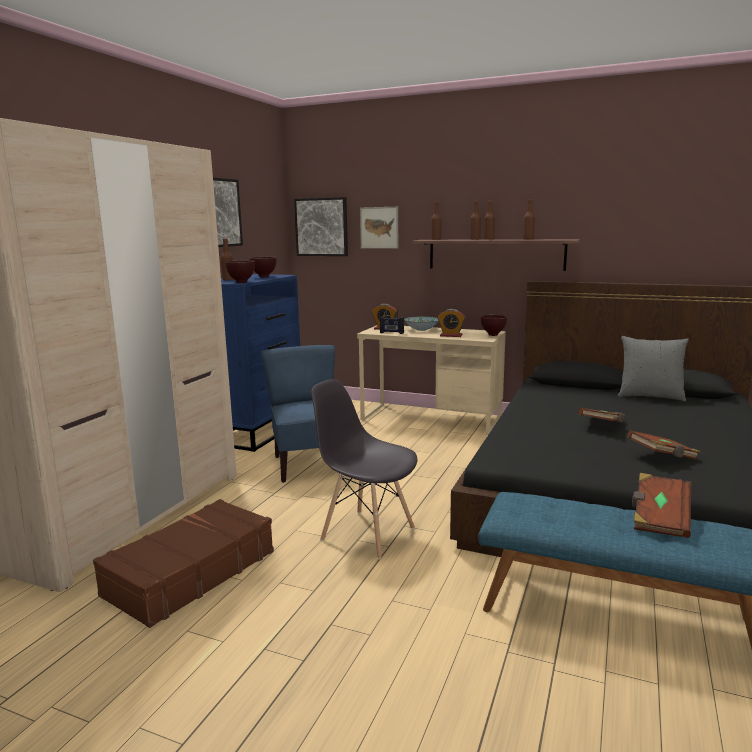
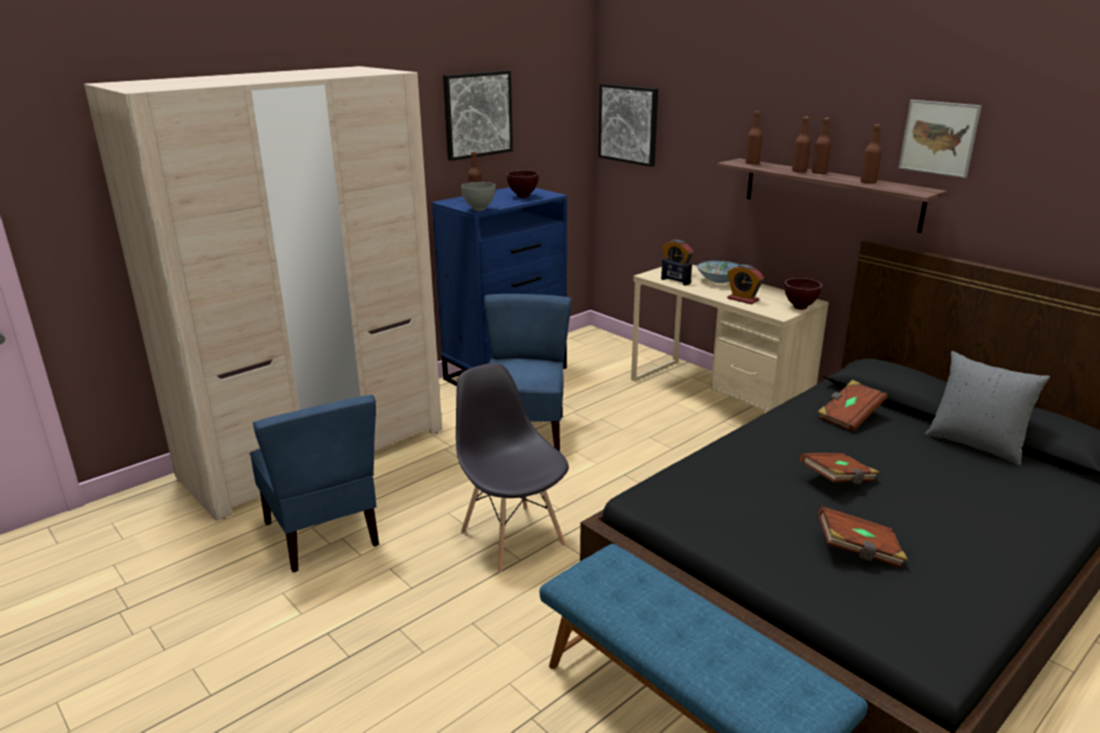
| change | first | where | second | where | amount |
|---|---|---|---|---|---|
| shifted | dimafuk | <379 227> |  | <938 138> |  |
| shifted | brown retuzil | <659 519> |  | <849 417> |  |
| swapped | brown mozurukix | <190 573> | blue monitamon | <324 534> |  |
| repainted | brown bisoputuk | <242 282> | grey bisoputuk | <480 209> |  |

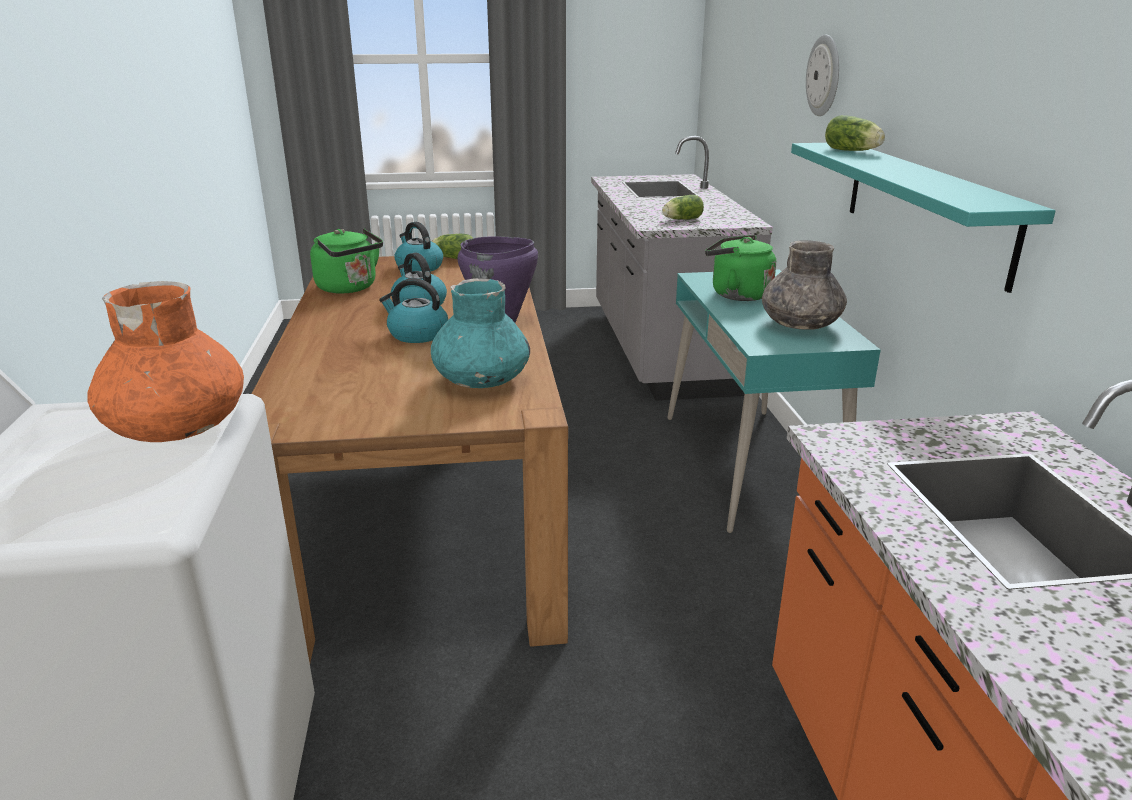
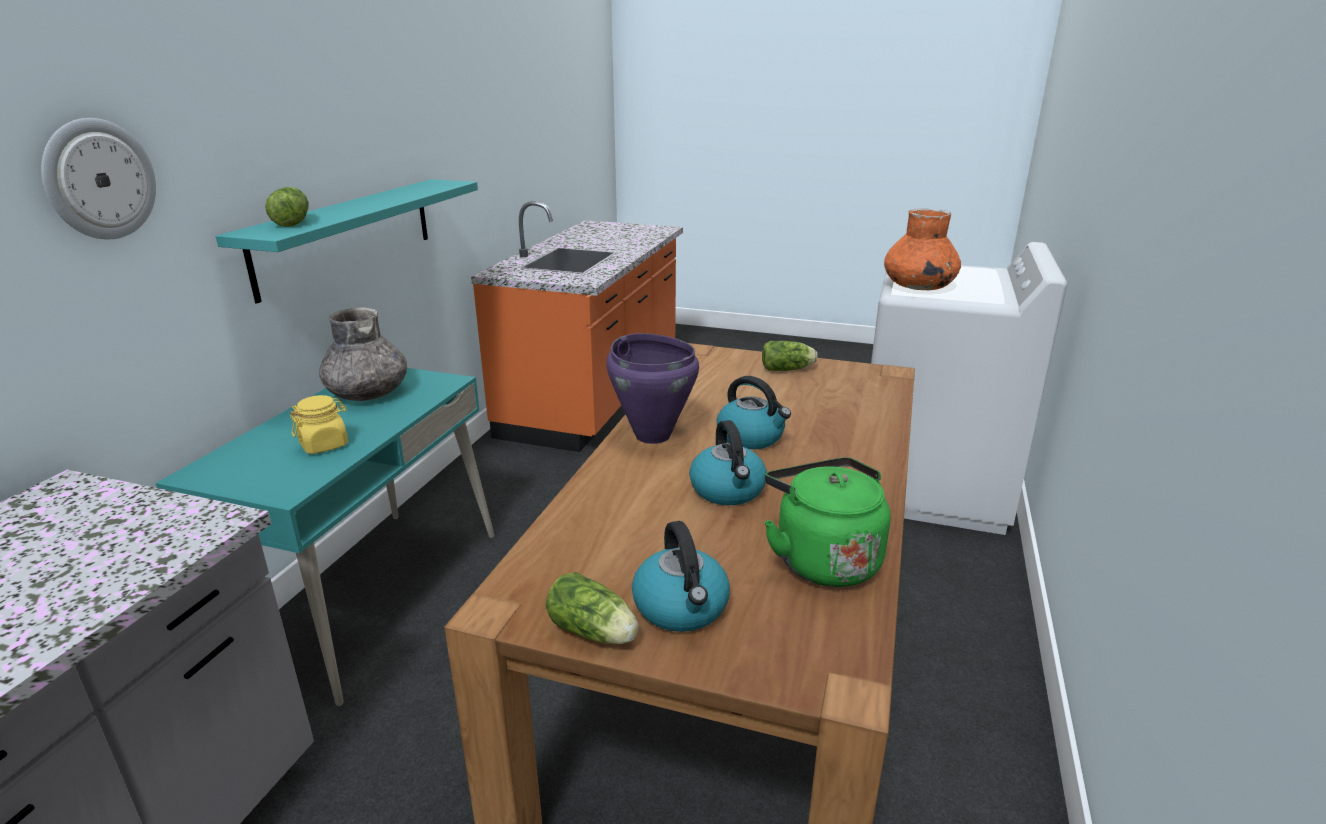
| change | first | where | second | where | amount |
|---|---|---|---|---|---|
| gone | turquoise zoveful | <481 380> |  |  |  |
| shifted | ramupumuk | <681 219> |  | <788 369> |  |
| swapped | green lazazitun | <736 294> | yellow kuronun | <324 445> |  |

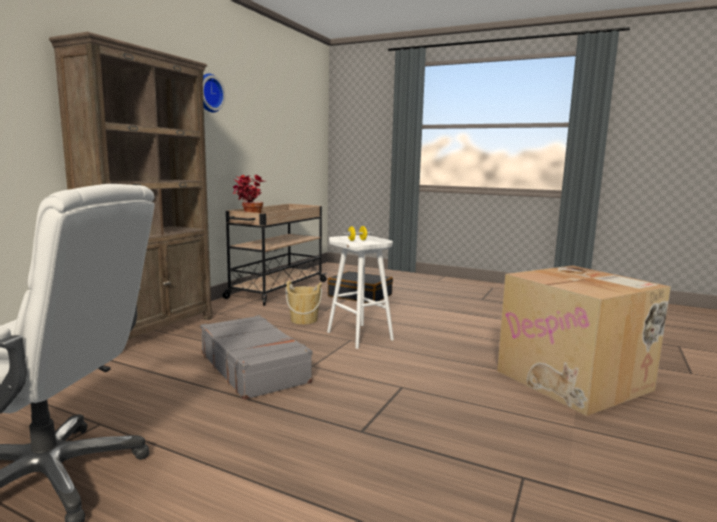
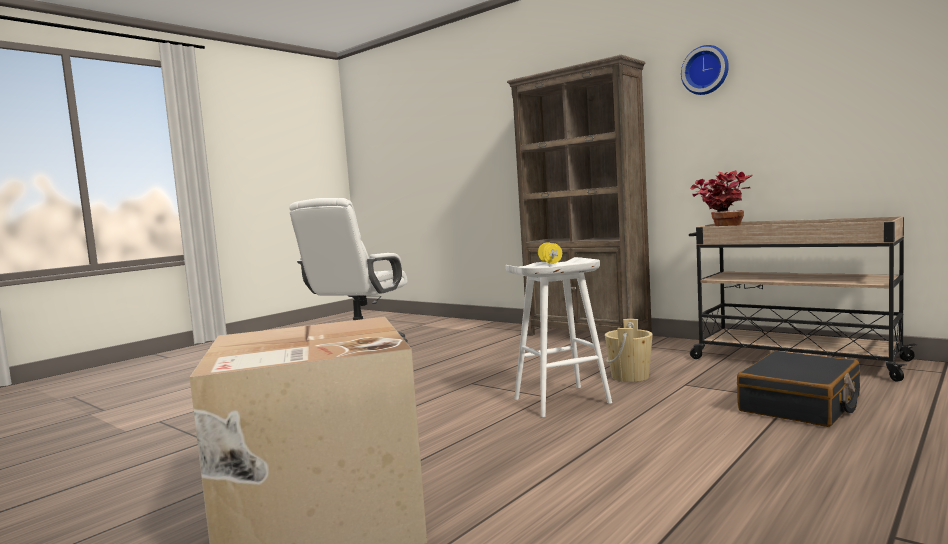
| change | first | where | second | where | amount |
|---|---|---|---|---|---|
| gone | grey mozurukix | <254 367> |  |  |  |

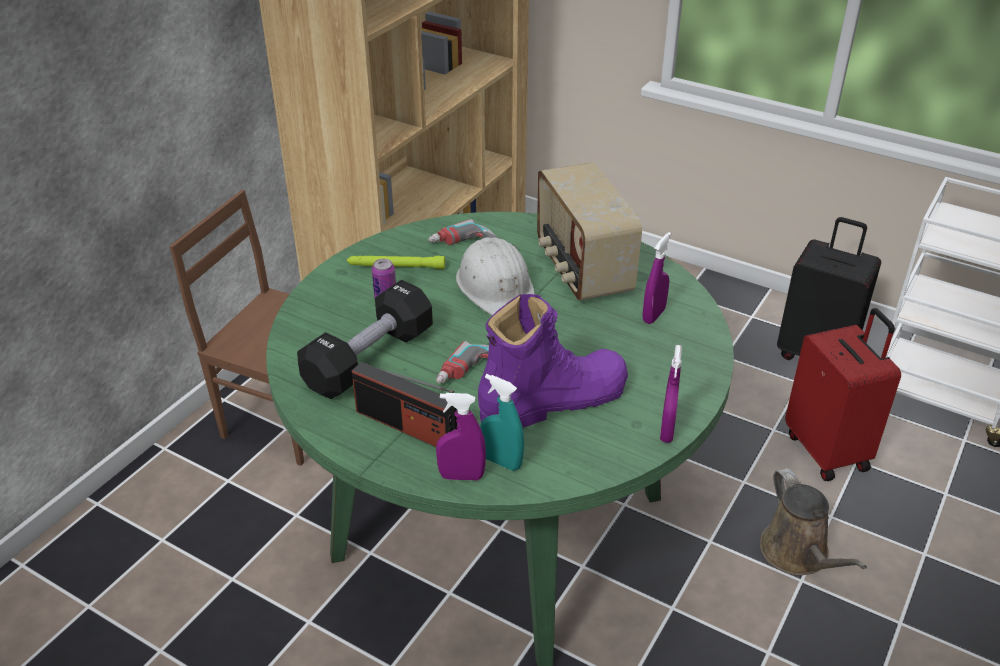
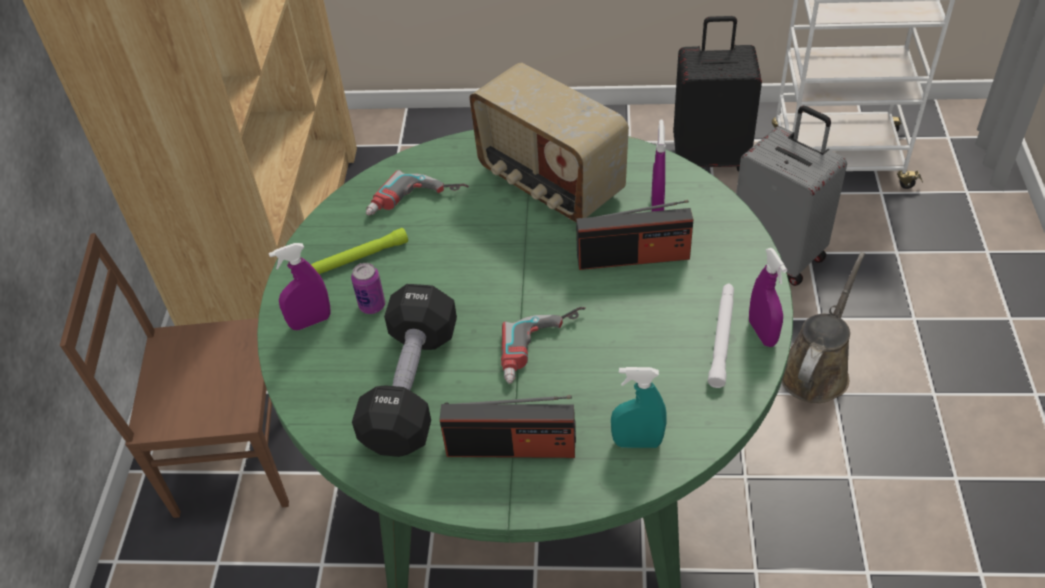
| change | first | where | second | where | amount |
|---|---|---|---|---|---|
| gone | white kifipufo | <496 287> |  |  |  |
| gone | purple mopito | <552 400> |  |  |  |
| new |  |  | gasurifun | <633 257> |  |
| new |  |  | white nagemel | <722 337> |  |
| shifted | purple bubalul | <461 476> |  | <310 321> |  |
| repainted | red mozurukix | <828 451> | grey mozurukix | <779 253> |  |
| rotated | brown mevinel | <798 554> |  | <816 369> | 105 degrees counterclockwise |

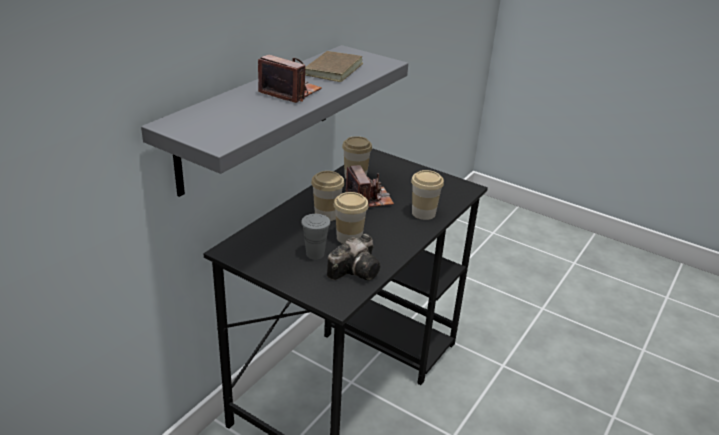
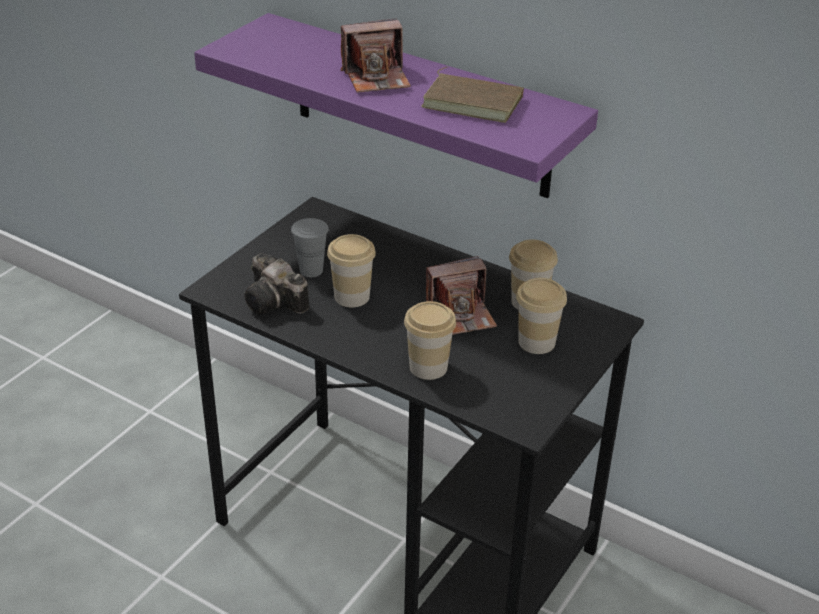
| change | first | where | second | where | amount |
|---|---|---|---|---|---|
| shifted | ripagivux | <326 214> |  | <536 342> |  |
| repainted | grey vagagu | <258 117> | purple vagagu | <420 106> |  |
| rotated | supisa | <290 92> |  | <376 78> | 45 degrees clockwise |

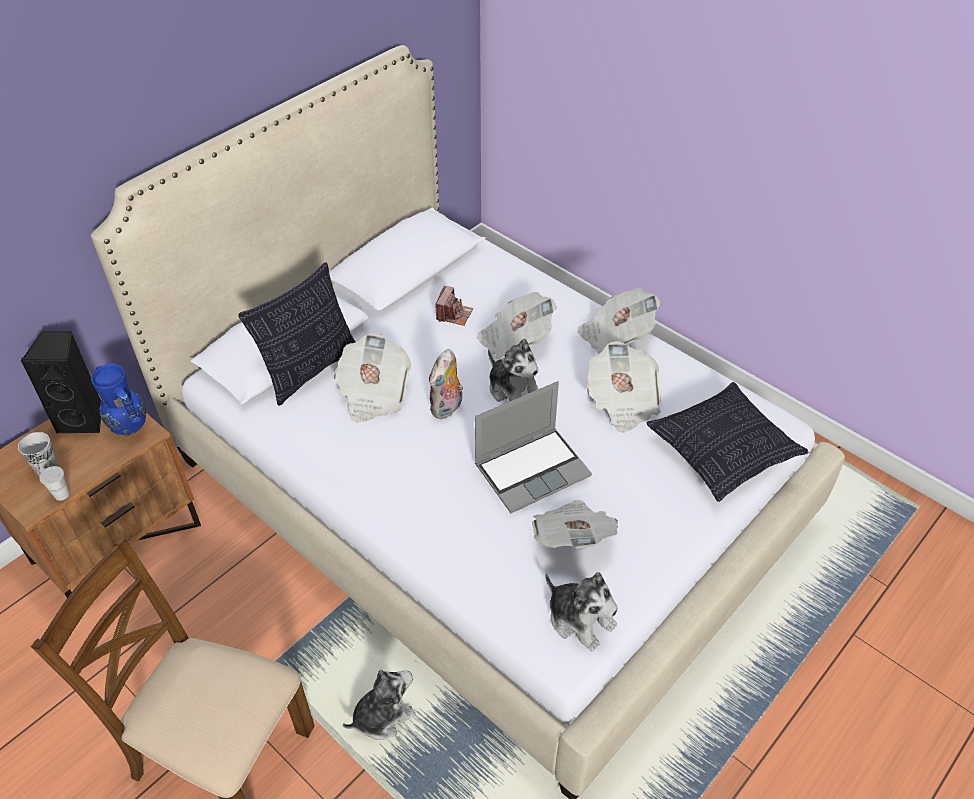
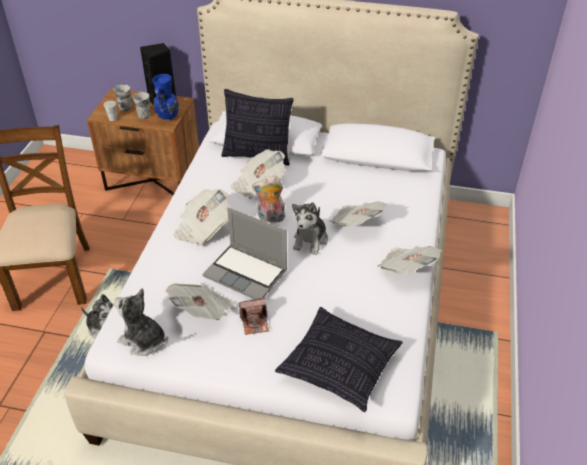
| change | first | where | second | where | amount |
|---|---|---|---|---|---|
| new |  |  | ripagivux | <144 115> |  |
| shifted | supisa | <454 314> |  | <255 323> |  |
| shifted | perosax | <622 402> |  | <202 229> |  |
| rotated | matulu | <580 619> |  | <143 341> | 105 degrees clockwise |

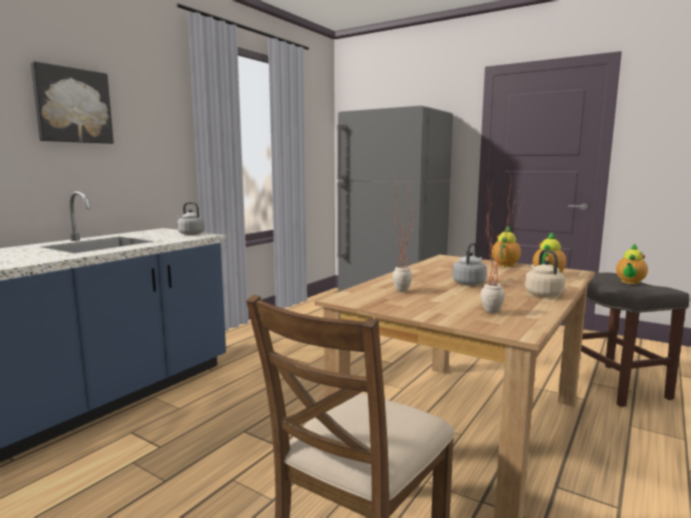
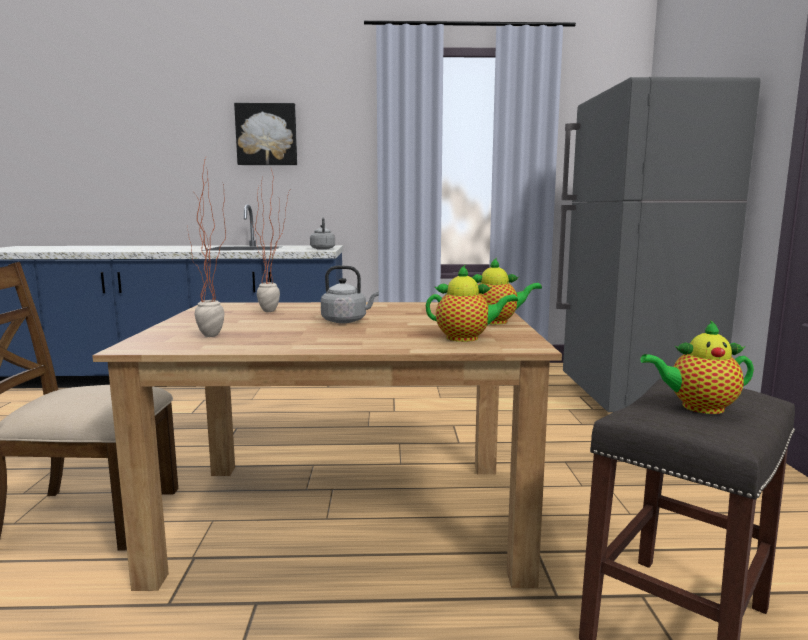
| change | first | where | second | where | amount |
|---|---|---|---|---|---|
| gone | beige lazazitun | <542 294> |  |  |  |

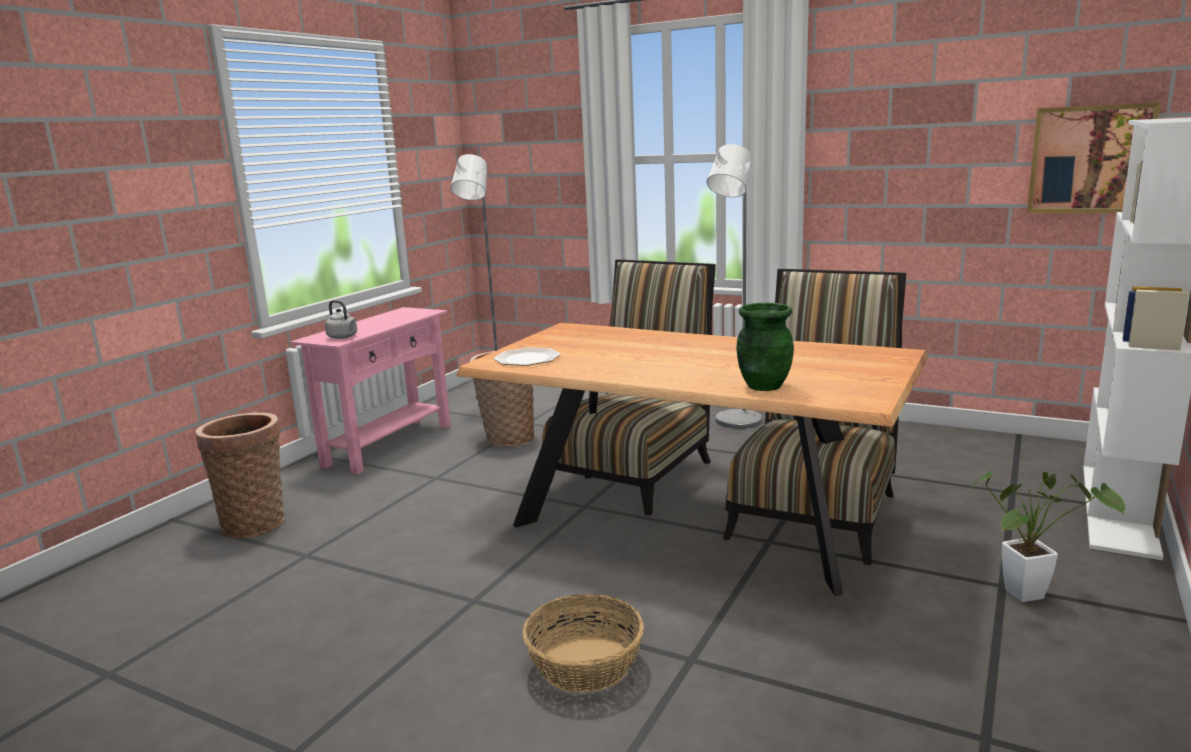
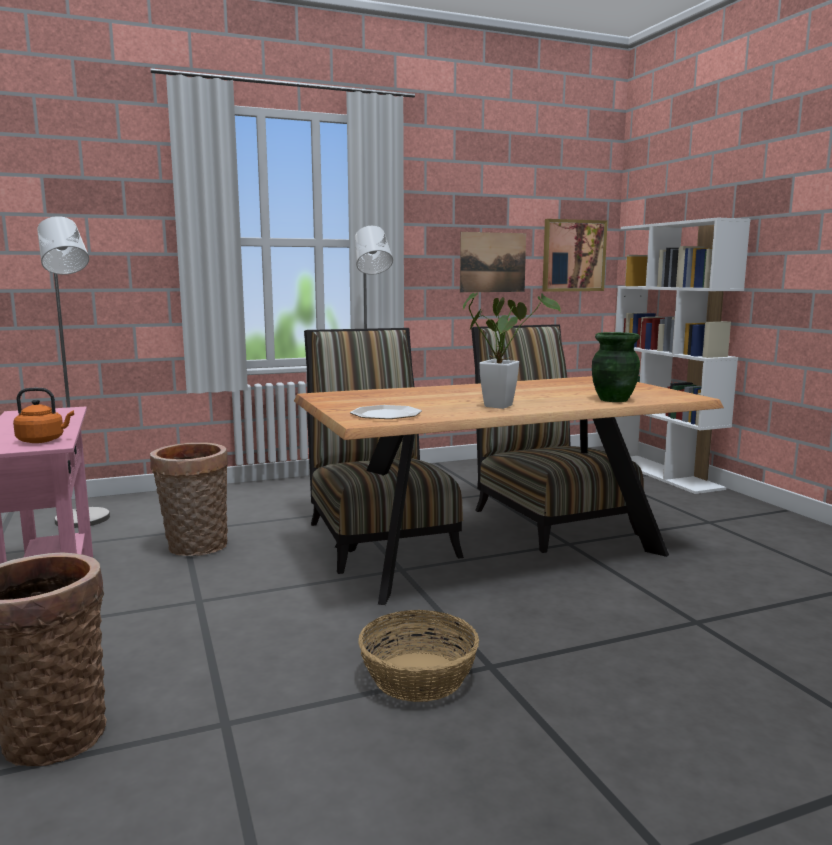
| change | first | where | second | where | amount |
|---|---|---|---|---|---|
| new |  |  | dimafuk | <492 262> |  |
| shifted | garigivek | <584 664> |  | <419 677> |  |
| shifted | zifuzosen | <1032 593> |  | <501 405> |  |
| repainted | grey lazazitun | <343 337> | orange lazazitun | <43 440> |  |

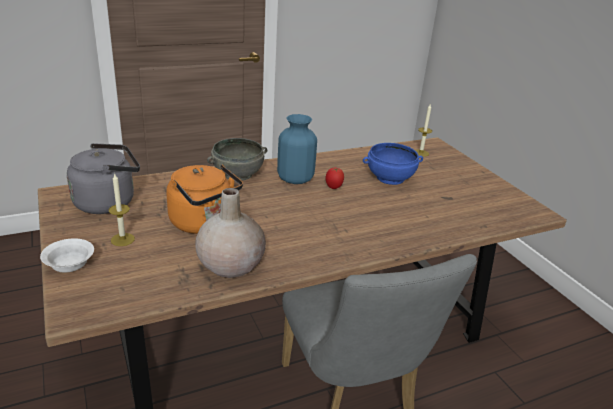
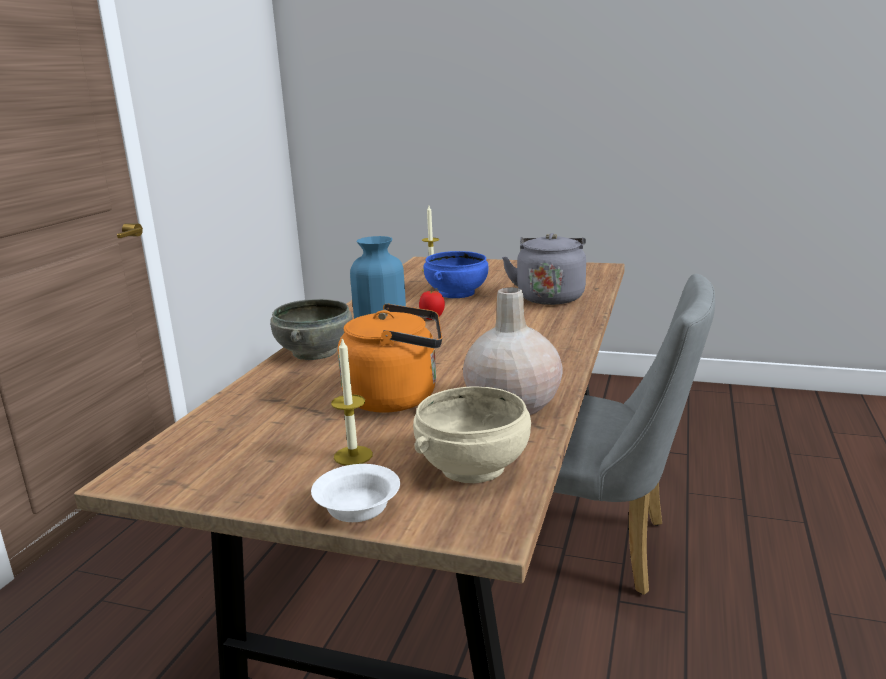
| change | first | where | second | where | amount |
|---|---|---|---|---|---|
| new |  |  | beige bisoputuk | <474 467> |  |
| shifted | grey lazazitun | <108 202> |  | <550 297> |  |

